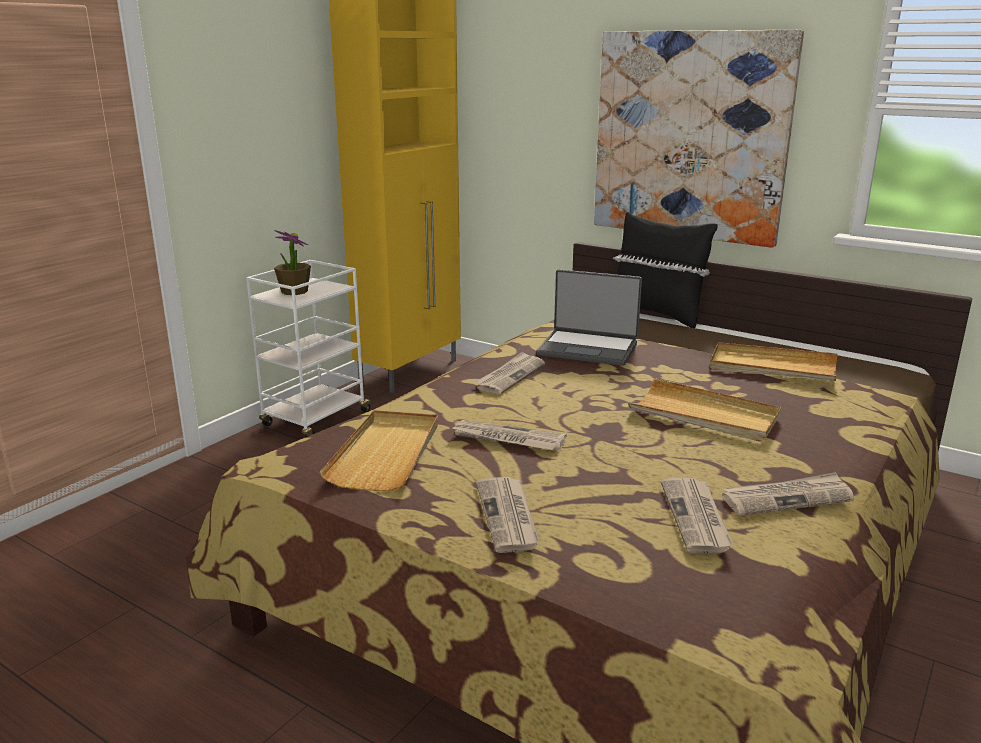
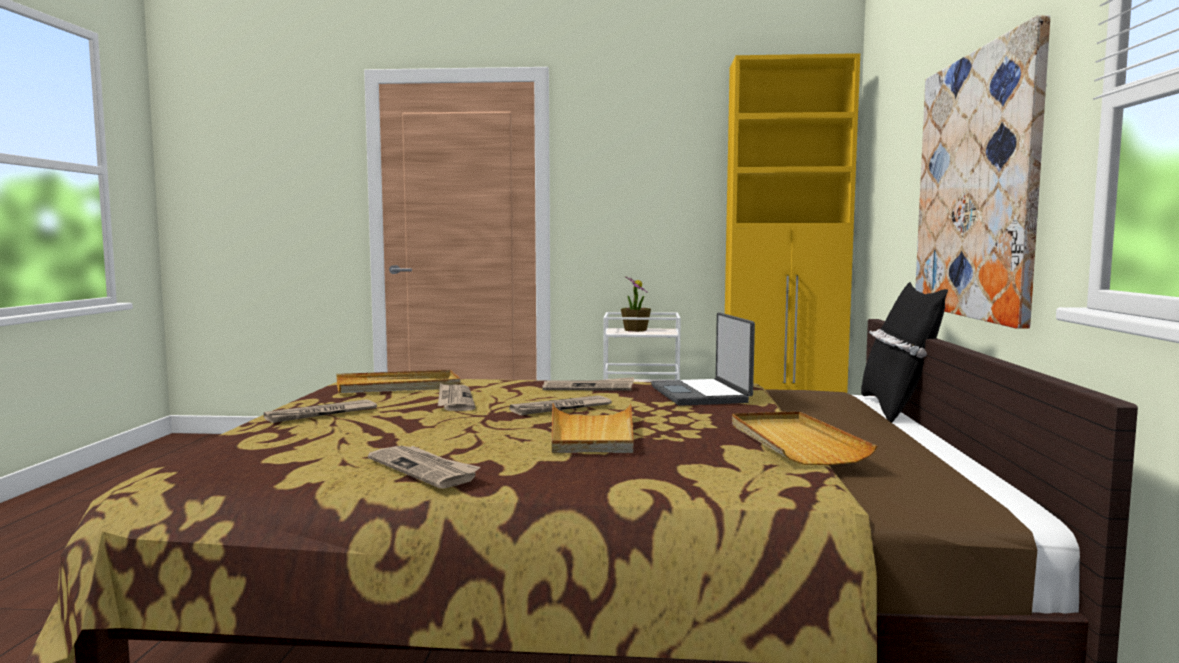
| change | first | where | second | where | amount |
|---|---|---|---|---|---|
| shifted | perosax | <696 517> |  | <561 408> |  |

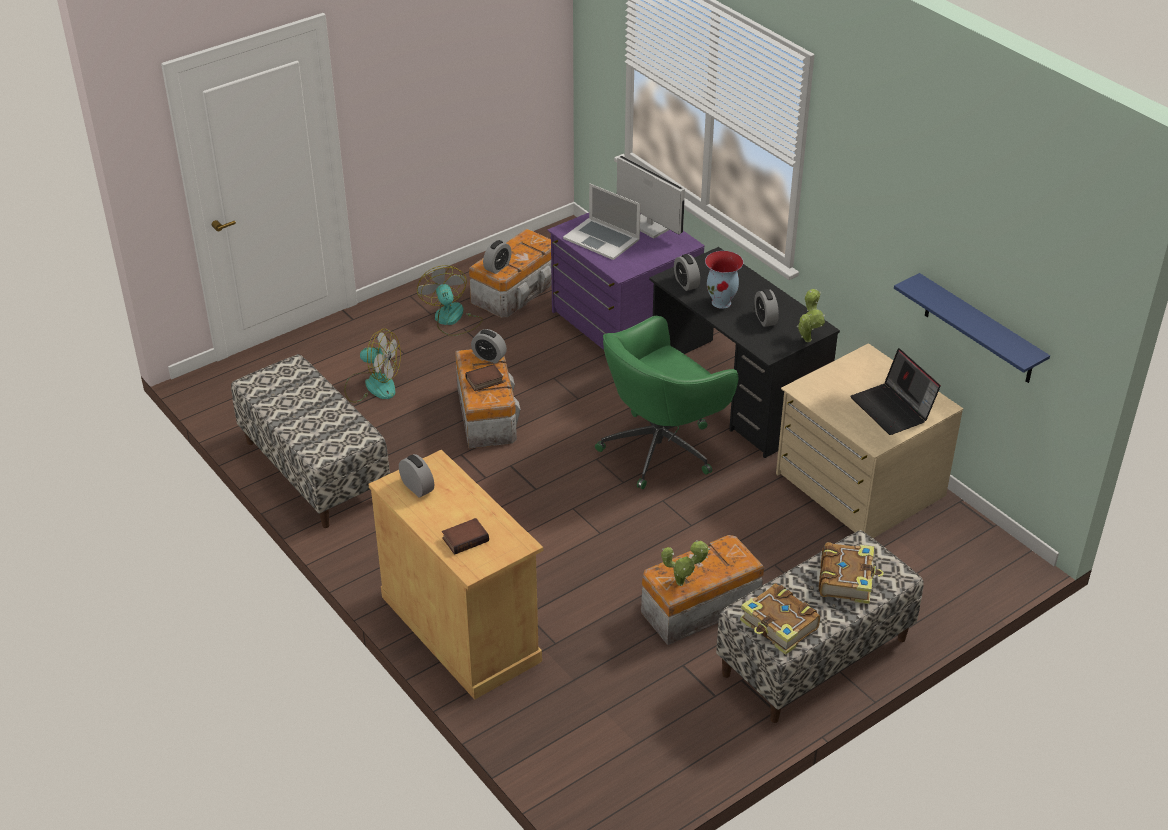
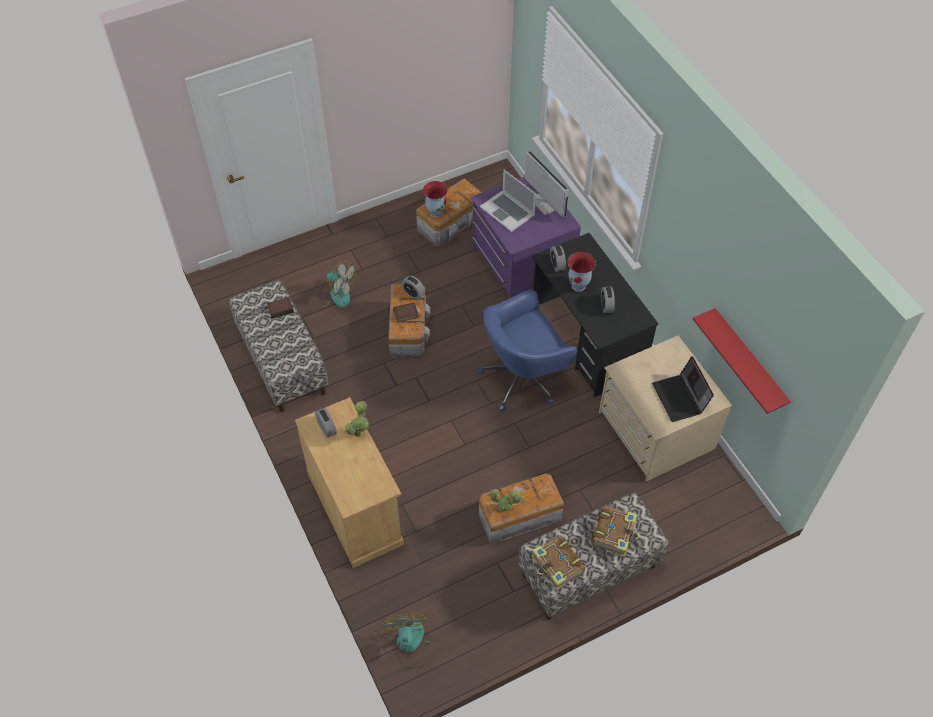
| change | first | where | second | where | amount |
|---|---|---|---|---|---|
| shifted | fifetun | <452 320> |  | <412 645> |  |
| shifted | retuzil | <465 538> |  | <281 309> |  |
| shifted | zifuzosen | <807 338> |  | <359 433> |  |
| swapped | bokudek | <497 267> | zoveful | <436 212> |  |
| repainted | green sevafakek | <661 448> | blue sevafakek | <523 377> |  |
| repainted | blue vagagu | <979 330> | red vagagu | <748 362> |  |

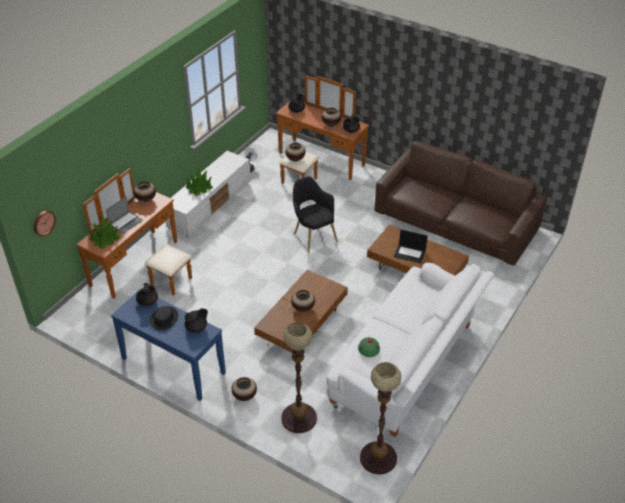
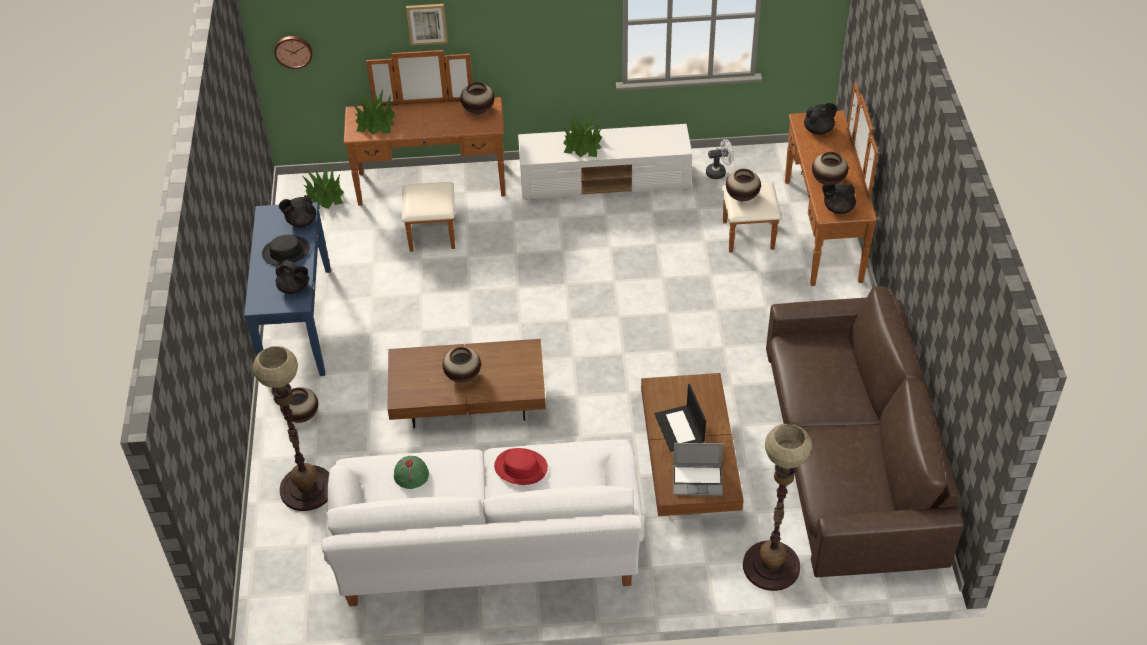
| change | first | where | second | where | amount |
|---|---|---|---|---|---|
| gone | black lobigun | <313 236> |  |  |  |
| new |  |  | zifuzosen | <324 196> |  |
| new |  |  | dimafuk | <427 23> |  |
| new |  |  | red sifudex | <521 467> |  |
| shifted | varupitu | <125 223> |  | <698 480> |  |
| shifted | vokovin | <378 458> |  | <771 566> |  |

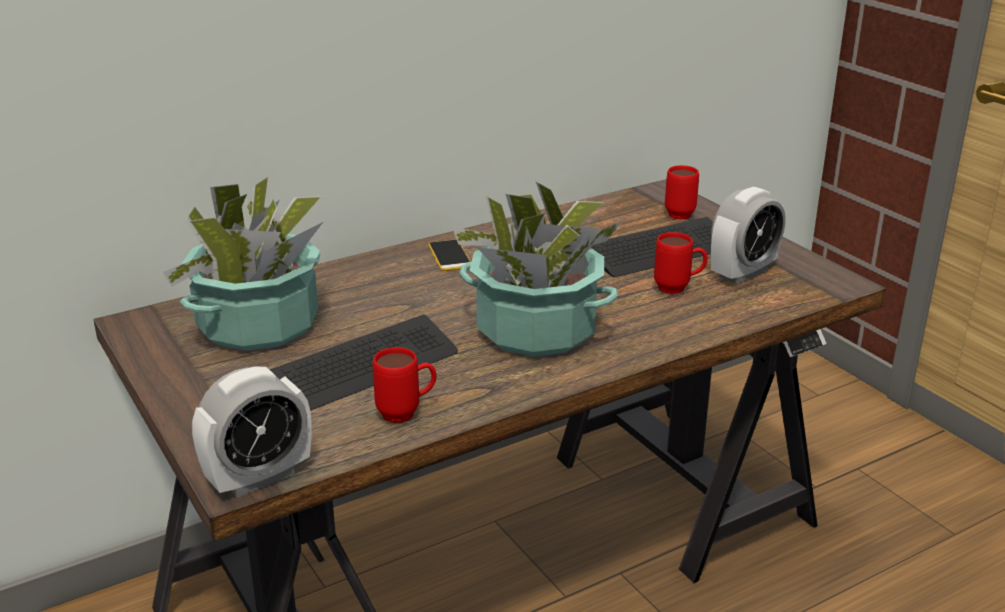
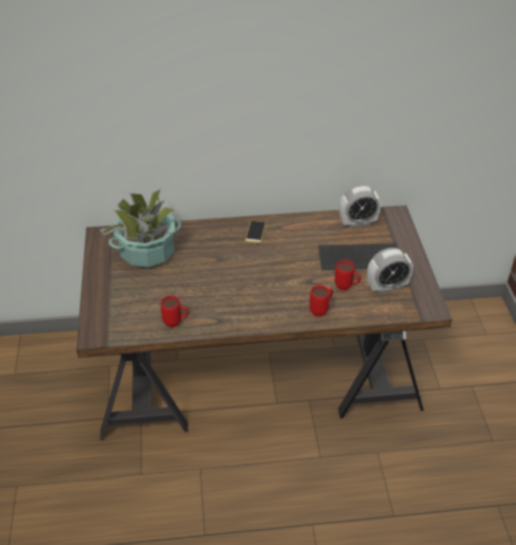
| change | first | where | second | where | amount |
|---|---|---|---|---|---|
| gone | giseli | <366 365> |  |  |  |
| gone | zifuzosen | <536 330> |  |  |  |
| shifted | bokudek | <259 477> |  | <358 222> |  |
| shifted | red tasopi | <681 213> |  | <321 310> |  |

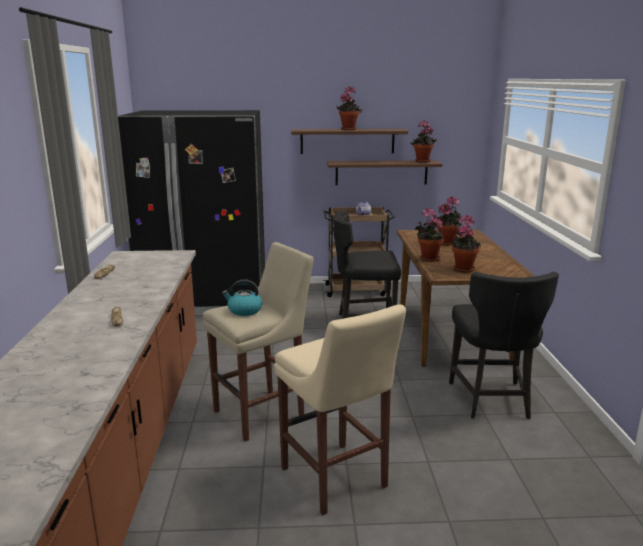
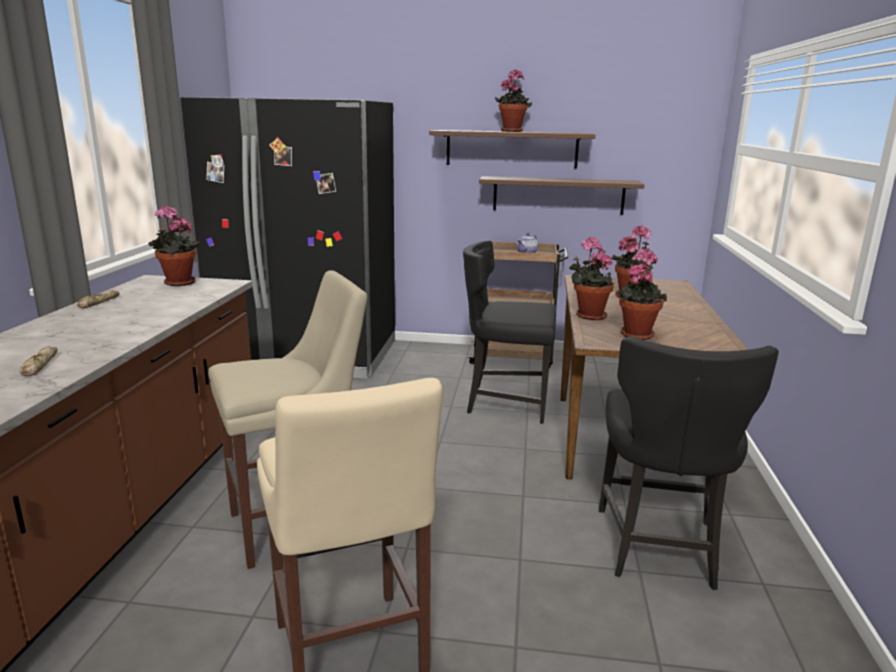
| change | first | where | second | where | amount |
|---|---|---|---|---|---|
| gone | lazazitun | <244 310> |  |  |  |
| shifted | zifuzosen | <422 162> |  | <177 283> |  |

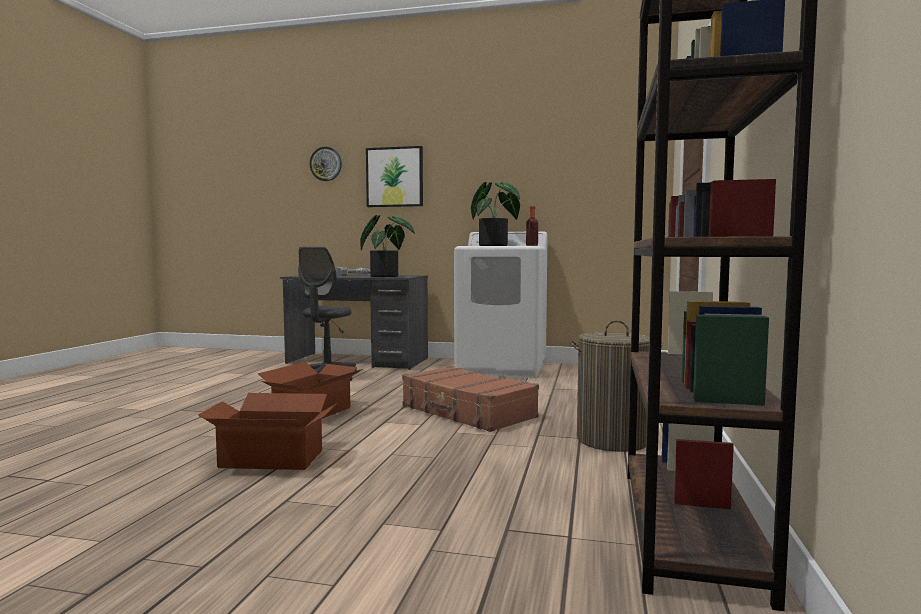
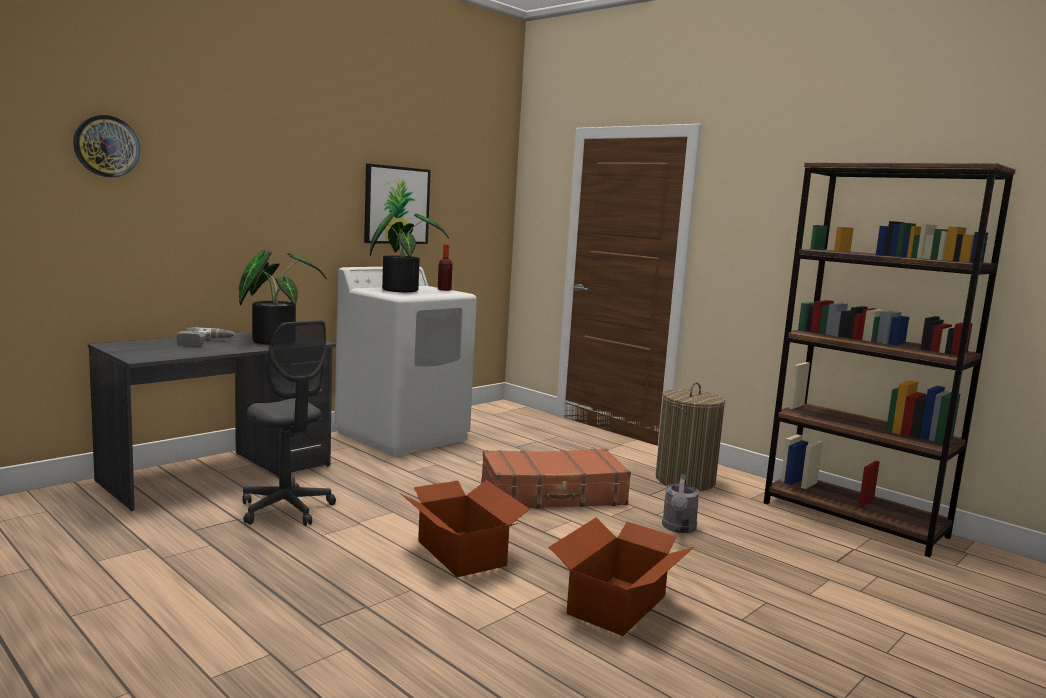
| change | first | where | second | where | amount |
|---|---|---|---|---|---|
| new |  |  | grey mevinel | <678 528> |  |
| shifted | dimafuk | <394 177> |  | <396 205> |  |

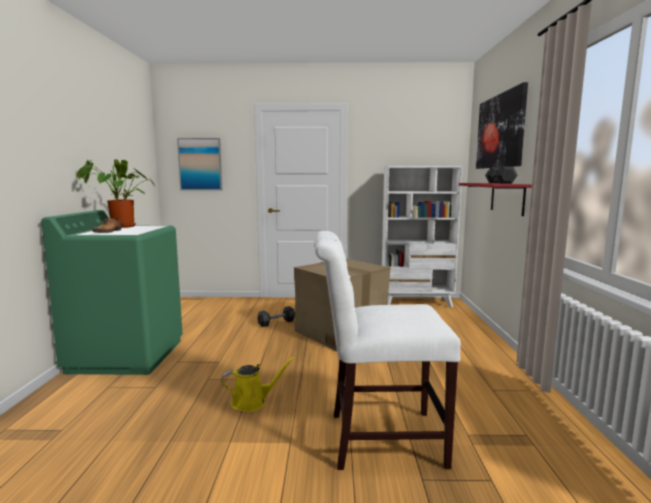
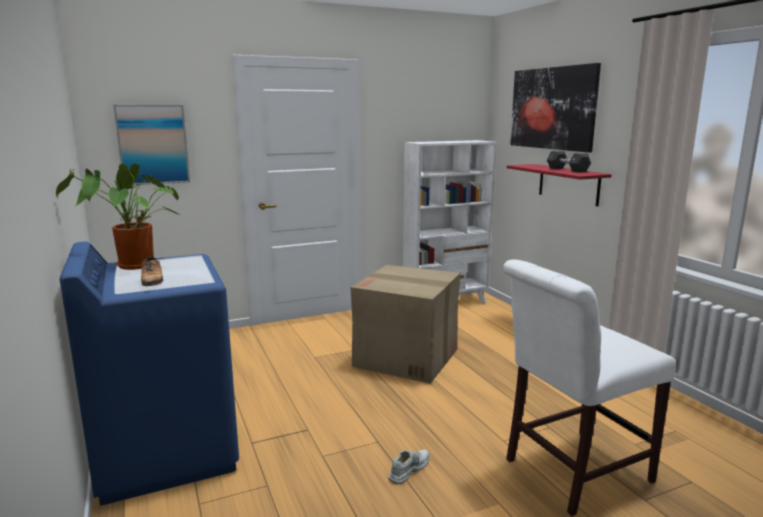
| change | first | where | second | where | amount |
|---|---|---|---|---|---|
| gone | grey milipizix | <276 322> |  |  |  |
| swapped | yellow mevinel | <252 402> | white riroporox | <408 469> |  |
| repainted | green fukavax | <127 355> | blue fukavax | <166 452> |  |

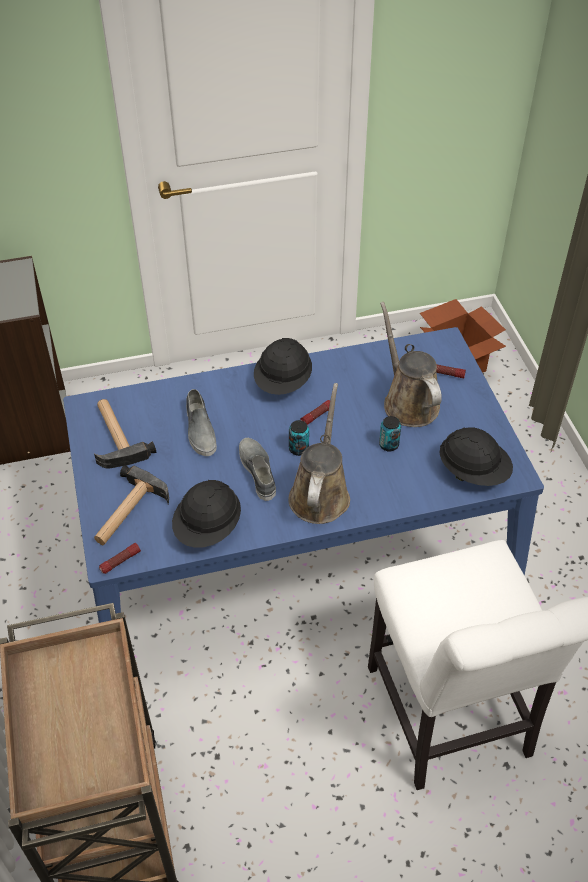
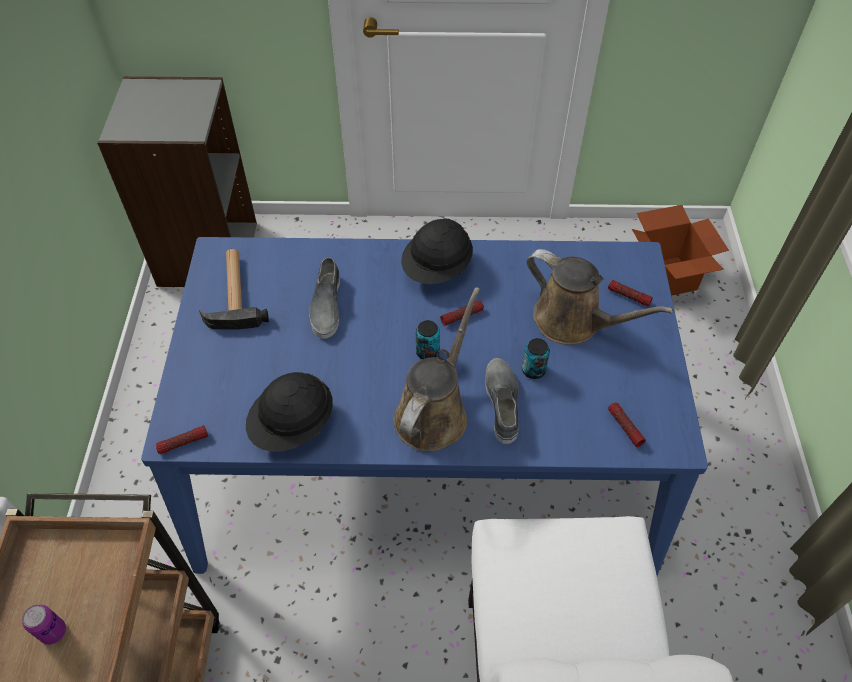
| change | first | where | second | where | amount |
|---|---|---|---|---|---|
| gone | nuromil | <127 513> |  |  |  |
| new |  |  | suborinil | <53 632> |  |
| shifted | grey riroporox | <258 471> |  | <503 403> |  |
| swapped | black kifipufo | <473 472> | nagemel | <624 427> |  |
| rotated | brown mevinel | <408 402> |  | <573 321> | 135 degrees clockwise |

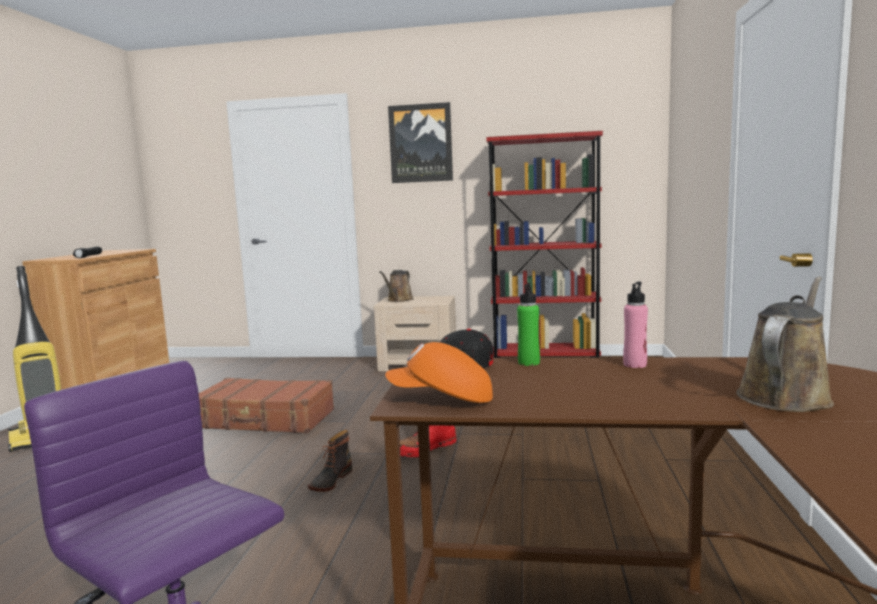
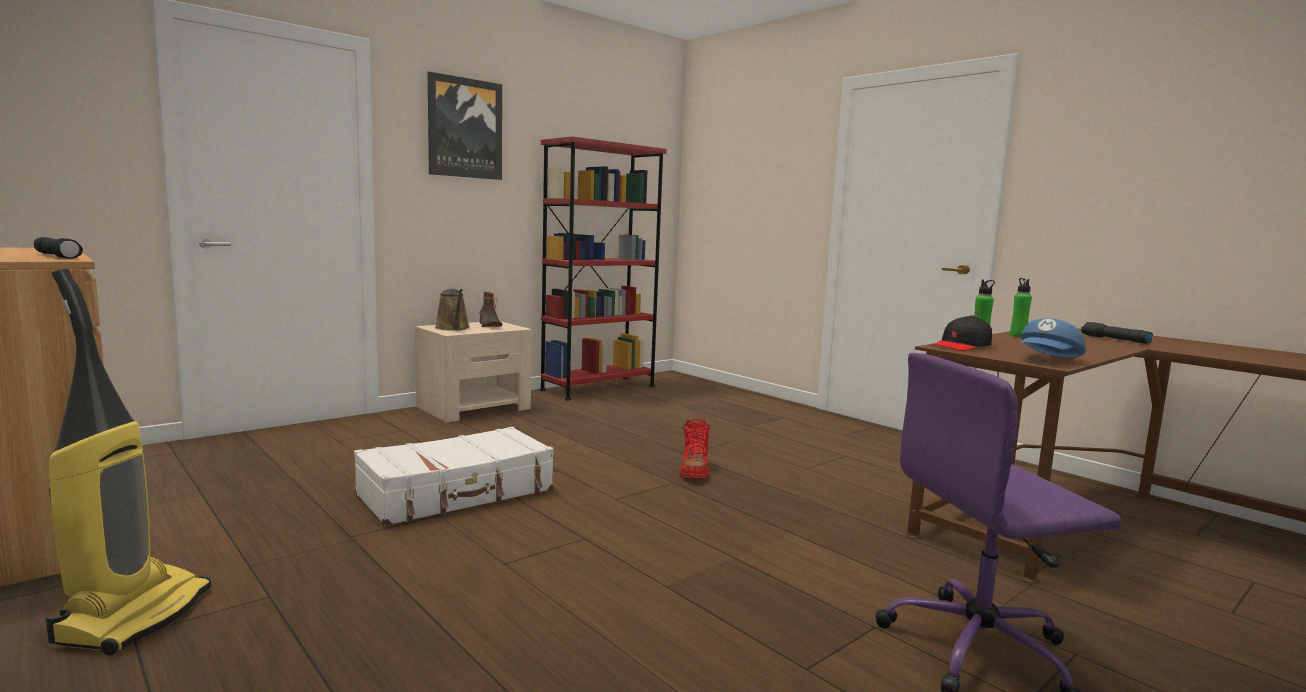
| change | first | where | second | where | amount |
|---|---|---|---|---|---|
| shifted | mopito | <330 481> |  | <489 325> |  |
| swapped | brown mevinel | <786 395> | black nagemel | <1114 339> |  |
| repainted | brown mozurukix | <265 419> | white mozurukix | <457 493> |  |
| repainted | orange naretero | <442 399> | blue naretero | <1049 360> |  |
| repainted | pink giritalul | <635 365> | green giritalul | <1018 336> |  |

